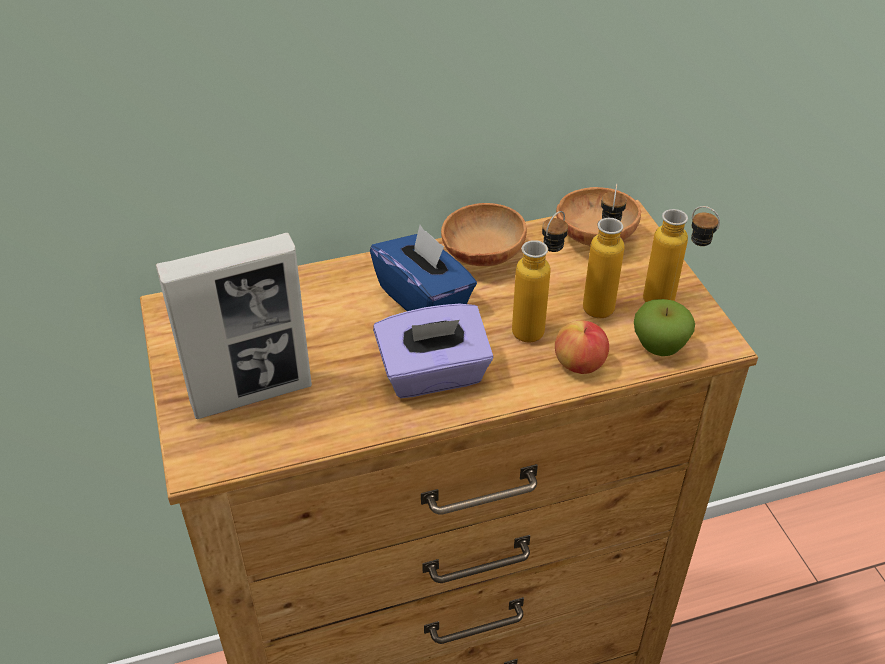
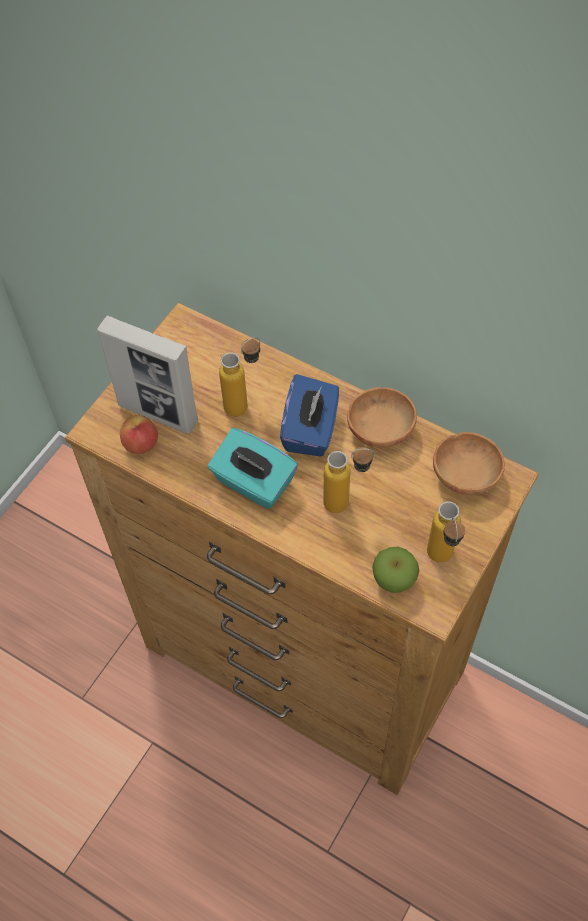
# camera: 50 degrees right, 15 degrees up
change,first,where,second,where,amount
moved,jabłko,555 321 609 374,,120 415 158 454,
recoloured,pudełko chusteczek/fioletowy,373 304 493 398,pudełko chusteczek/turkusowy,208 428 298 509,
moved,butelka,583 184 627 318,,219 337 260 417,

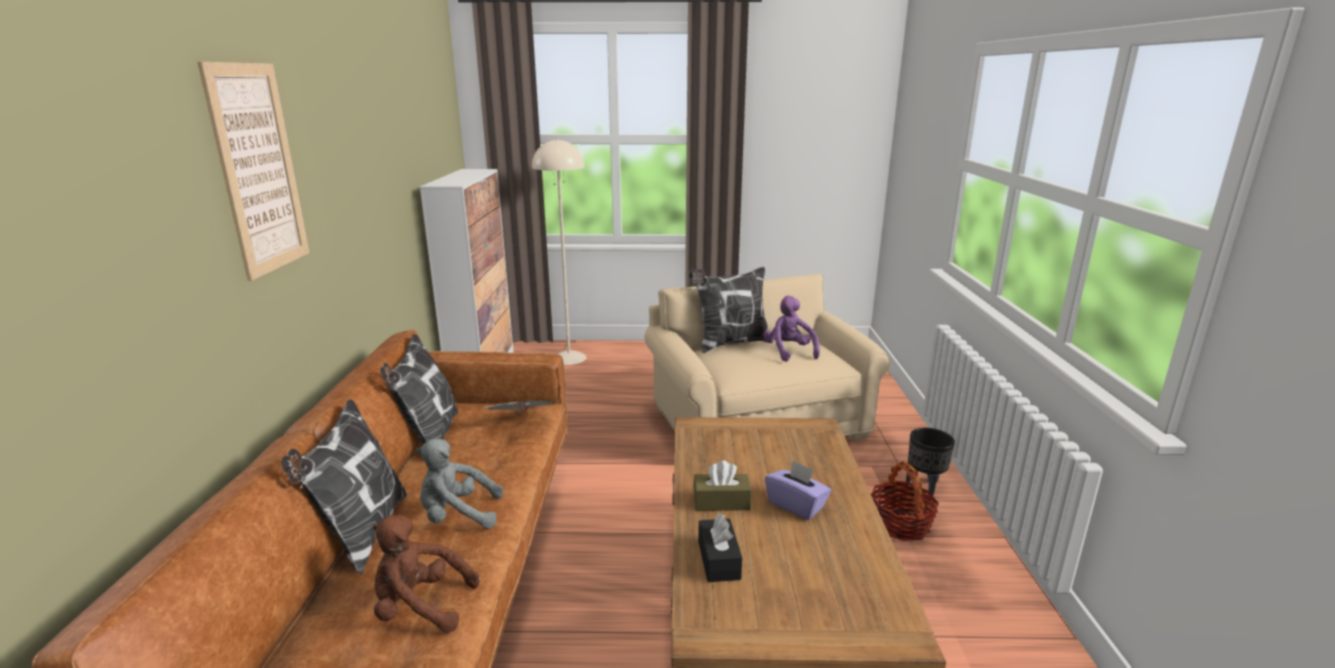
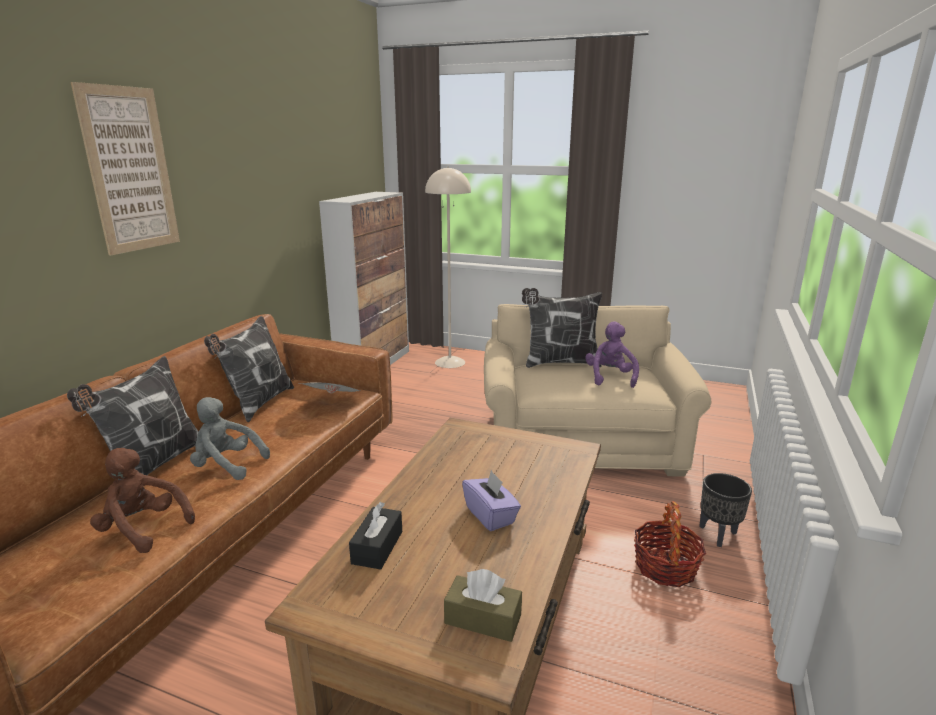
# camera: 20 degrees right, 0 degrees up
change,first,where,second,where,amount
moved,pudełko chusteczek/brązowy,694 461 752 511,,444 569 522 642,

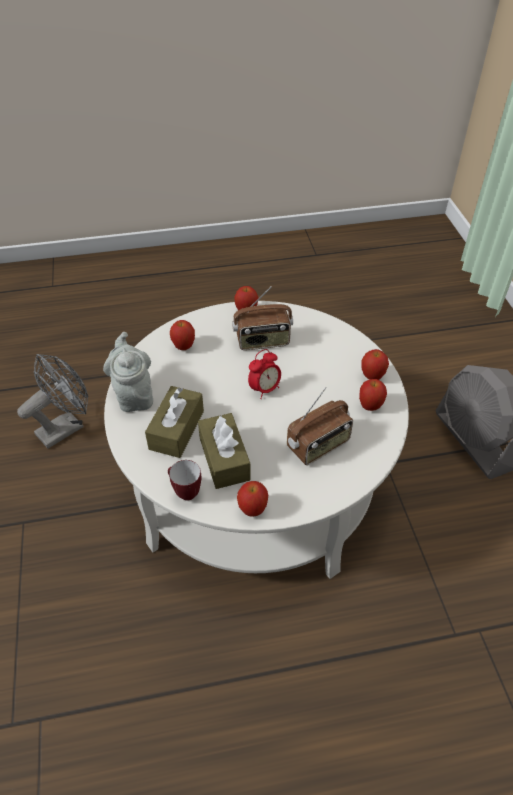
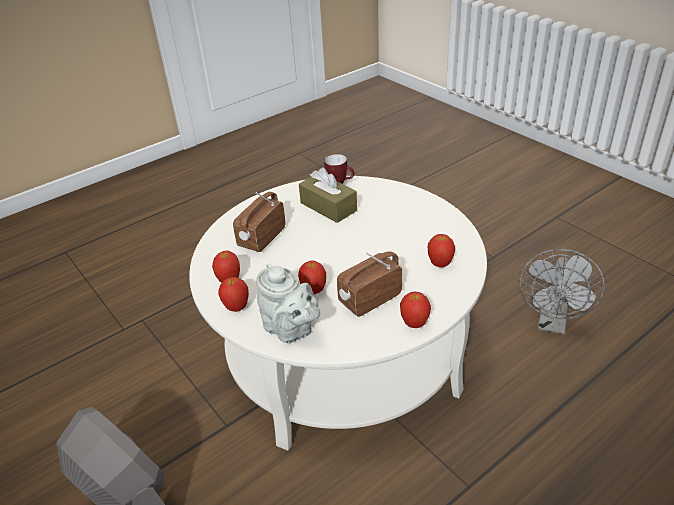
# camera: 155 degrees right, 10 degrees down
change,first,where,second,where,amount
moved,imbryk/szary,103 332 153 412,,256 263 320 343,
moved,jabłko,237 481 268 517,,298 261 326 294,
removed,pudełko chusteczek/brązowy,145 386 204 458,,,
removed,budzik,248 349 281 399,,,

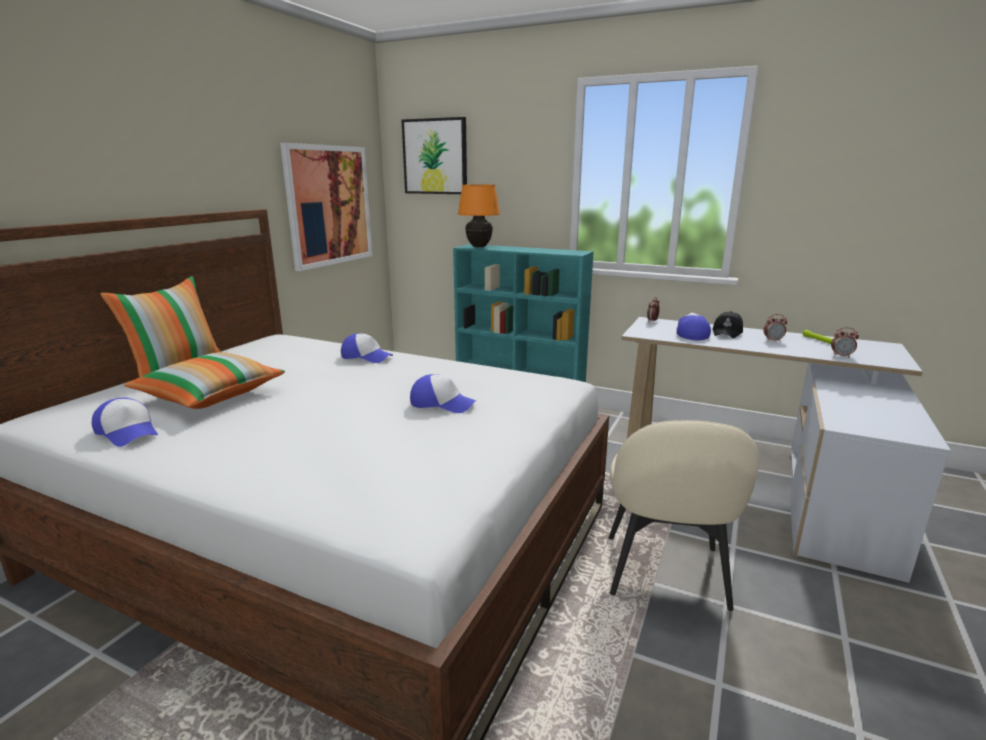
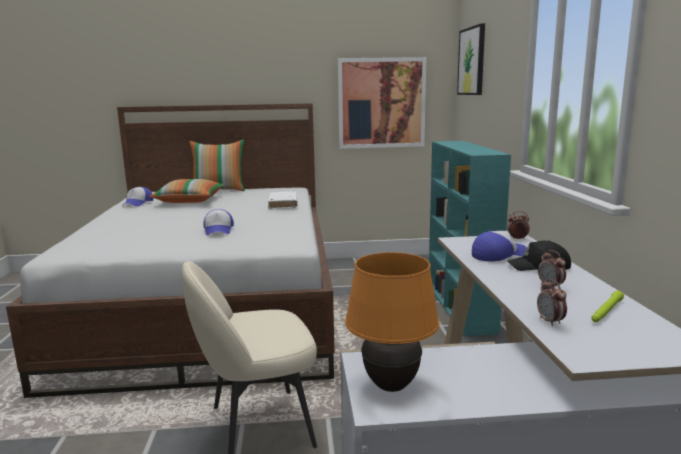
# camera: 60 degrees right, 5 degrees down
change,first,where,second,where,amount
replaced,czapka z daszkiem,341 333 393 363,książka/biały,268 191 297 209,
moved,lampa stołowa/pomarańczowy,458 184 500 247,,345 252 439 392,

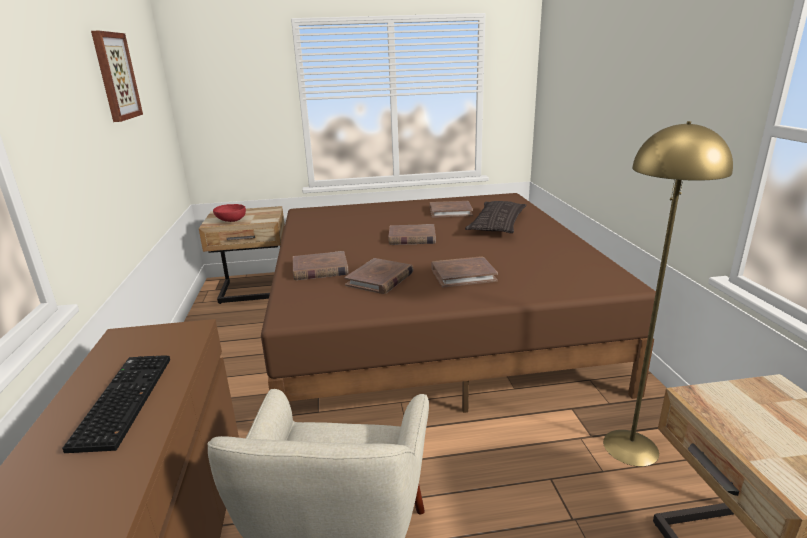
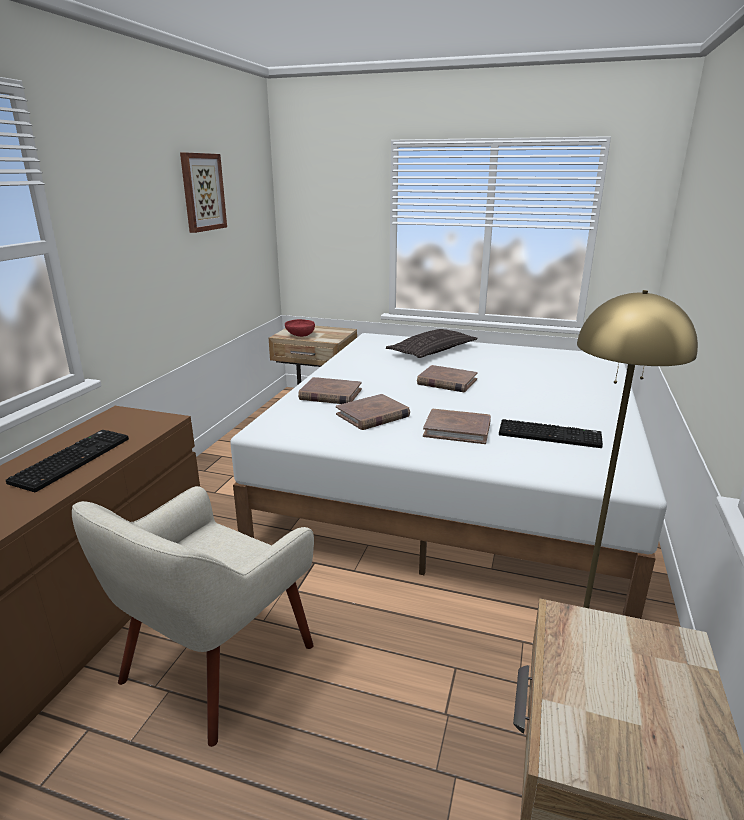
# camera: 25 degrees right, 0 degrees up
change,first,where,second,where,amount
recoloured,łóżko/brązowy,261 193 656 413,łóżko/biały,230 333 667 619,
moved,poduszka,465 201 526 233,,386 329 478 358,
added,,,klawiatura,499 419 603 448,
removed,książka/brązowy,430 201 473 218,,,

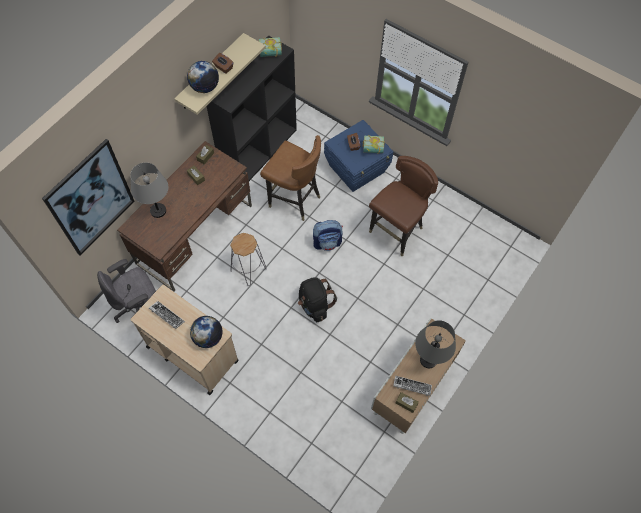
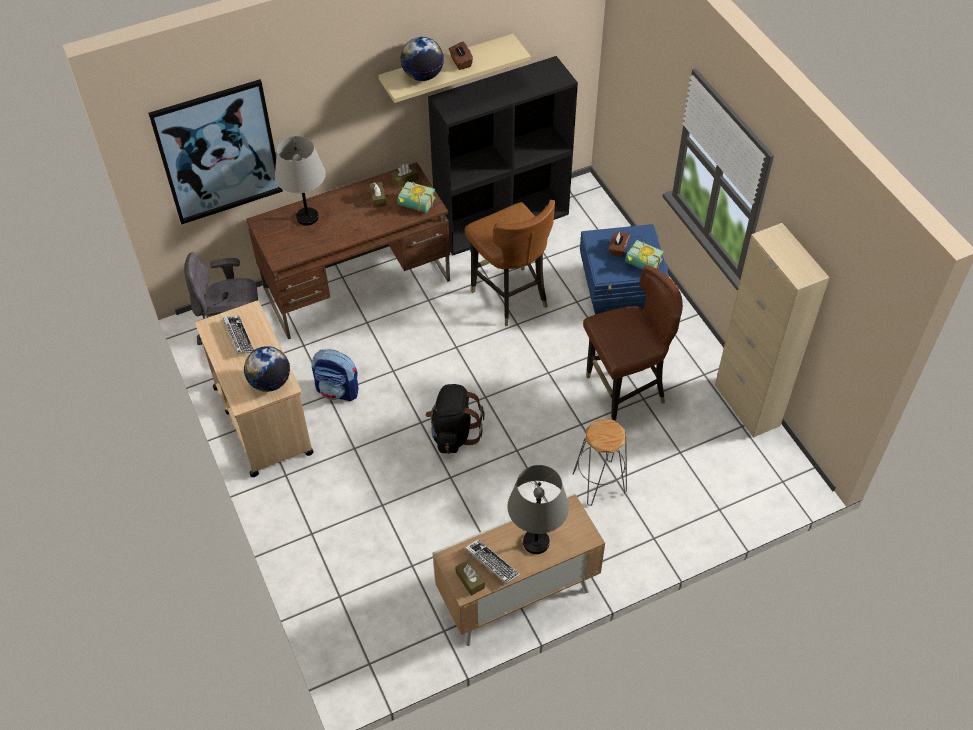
# camera: 30 degrees right, 10 degrees down
change,first,where,second,where,amount
moved,plecak,313 220 343 251,,312 349 359 401,
moved,książka,259 37 282 57,,398 181 435 213,
moved,stołek/szary,230 233 266 286,,573 419 627 506,
added,,,szafka/beżowy,715 223 829 438,

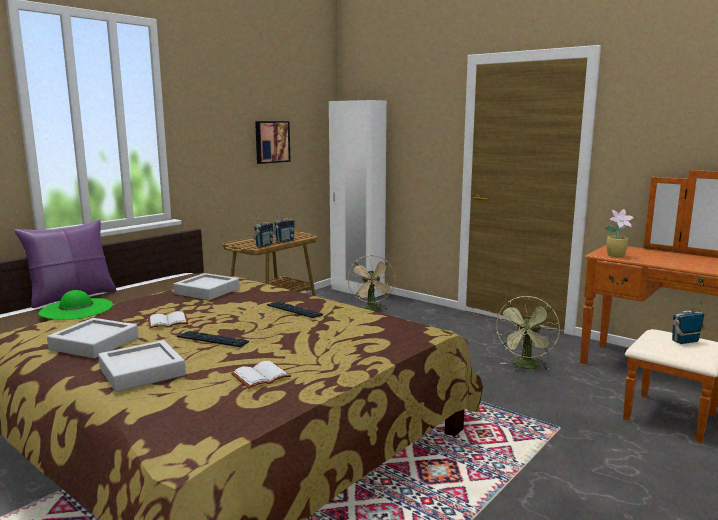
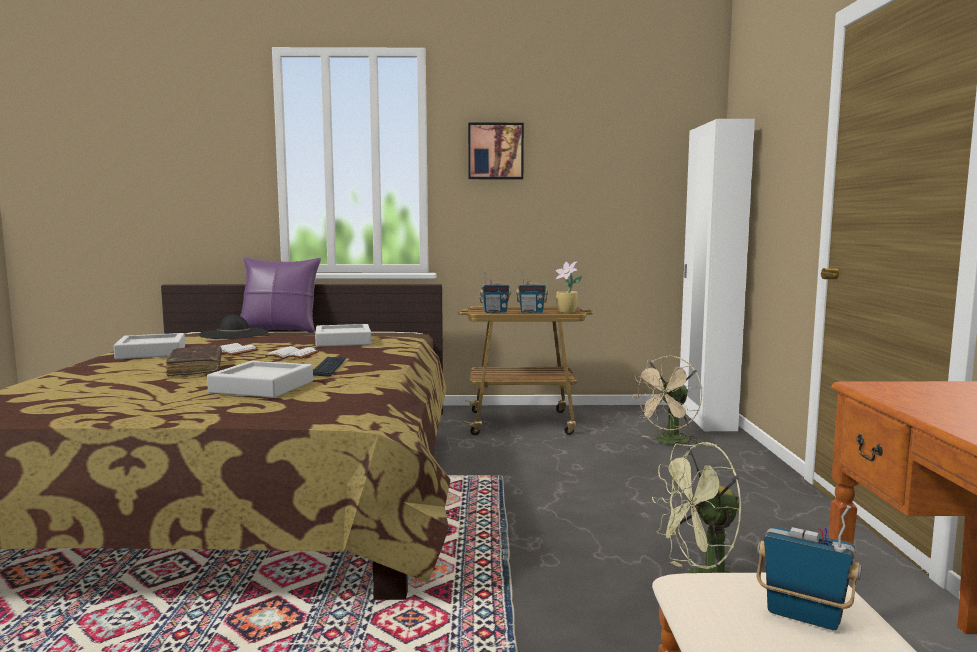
# camera: 50 degrees right, 5 degrees down
change,first,where,second,where,amount
replaced,klawiatura,177 331 249 347,książka/brązowy,166 345 222 376,
recoloured,kapelusz/zielony,38 290 113 320,kapelusz/czarny,199 315 269 339,
moved,taca/szary,98 340 186 392,,207 361 313 398,
moved,książka/biały,231 361 291 388,,265 346 319 359,
moved,obraz,255 121 291 164,,468 123 524 179,
moved,roślina doniczkowa,605 209 634 257,,556 262 582 313,

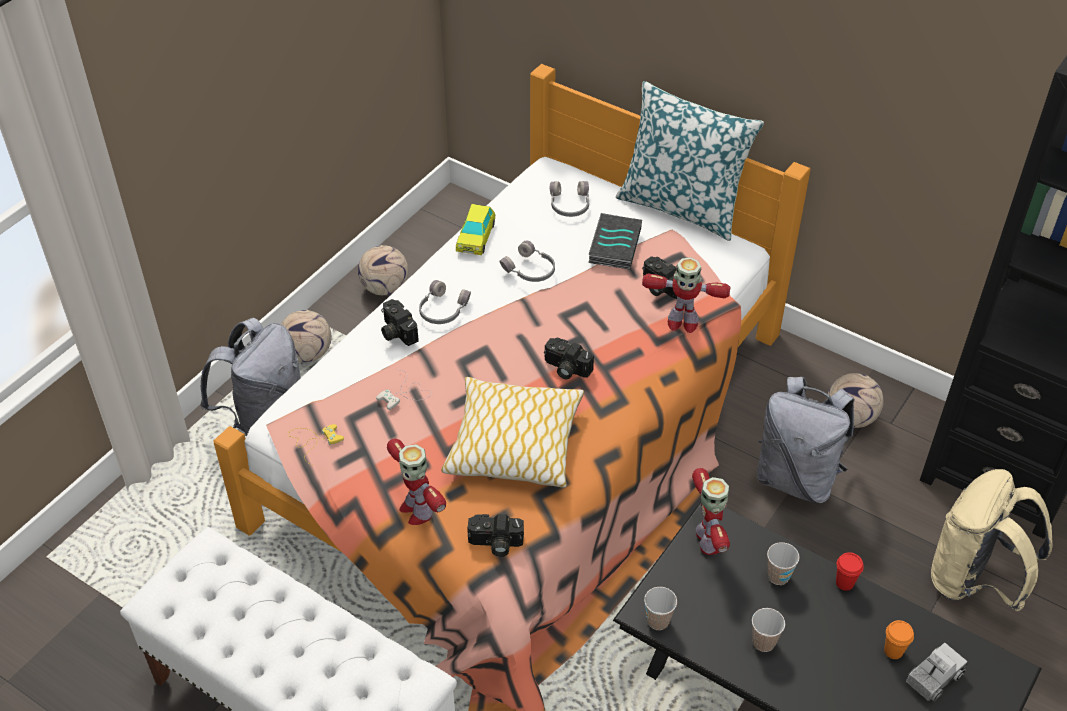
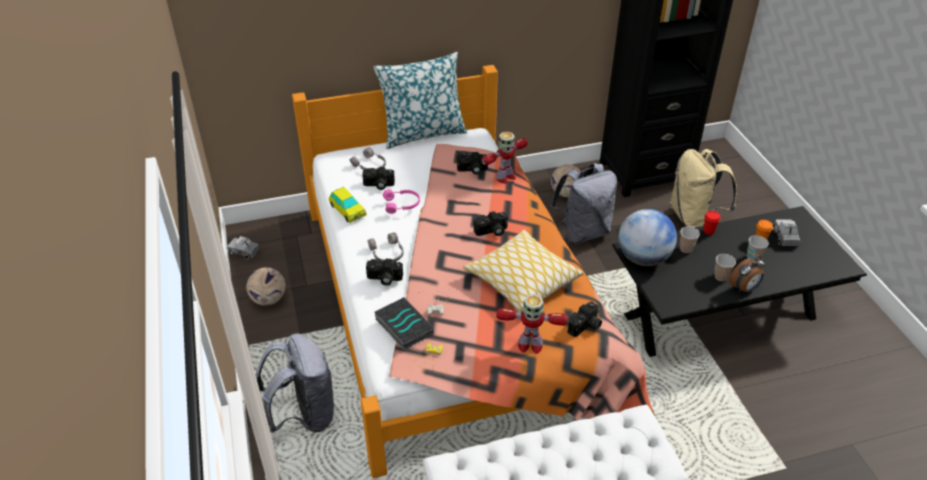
# camera: 50 degrees left, 5 degrees down
change,first,where,second,where,amount
added,,,ciężarówka zabawkowa,227 236 260 260,
added,,,aparat fotograficzny,362 167 395 190,
moved,książka,588 213 642 270,,374 297 434 350,
recoloured,słuchawki/szary,499 240 555 282,słuchawki/różowy,383 189 420 213,
replaced,robot zabawkowy,692 468 730 555,globus,618 209 677 266,
added,,,budzik,729 255 765 293,
moved,filiżanka,644 587 677 630,,747 235 769 260,
removed,piłka futbolowa,281 310 331 362,,,

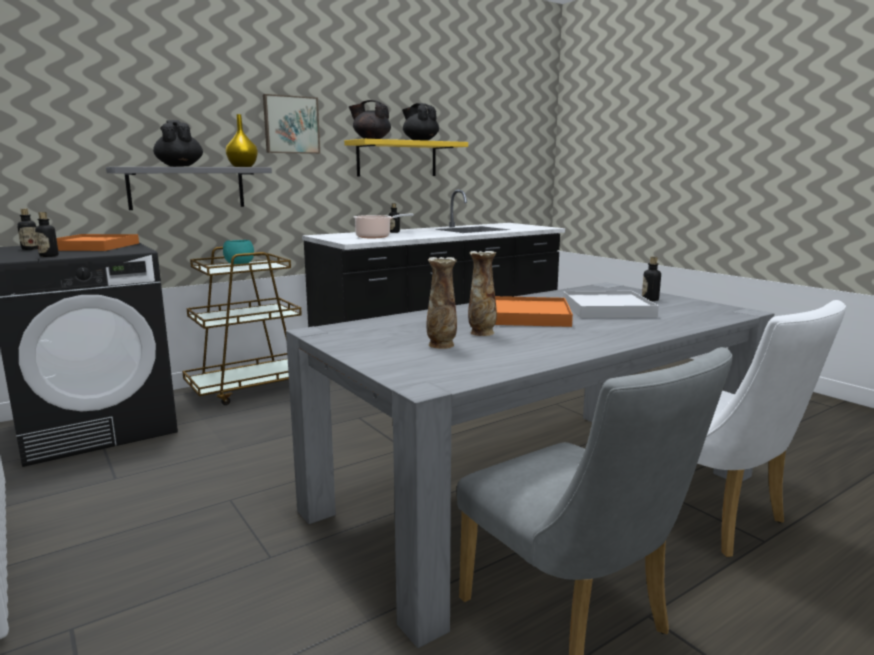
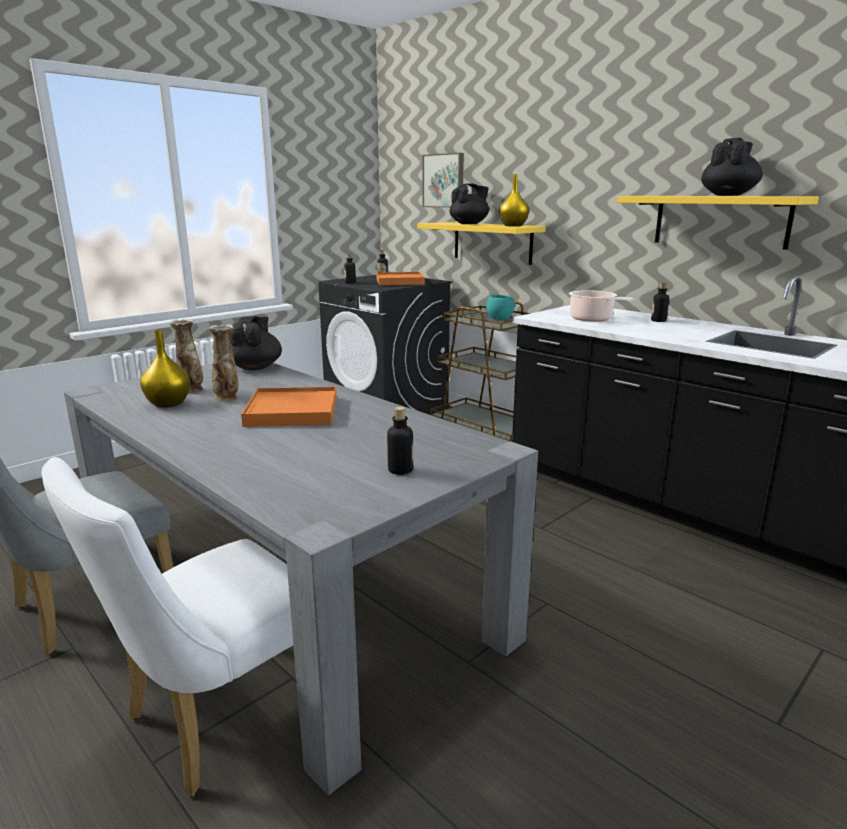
# camera: 80 degrees right, 5 degrees up
change,first,where,second,where,amount
added,,,wazon/żółty,140 330 190 408,
moved,imbryk/czarny,349 100 391 139,,230 316 282 370,
recoloured,półka/szary,106 167 272 210,półka/żółty,417 222 546 265,
moved,obraz,263 94 320 154,,422 153 464 208,
removed,taca/biały,563 291 659 318,,,

